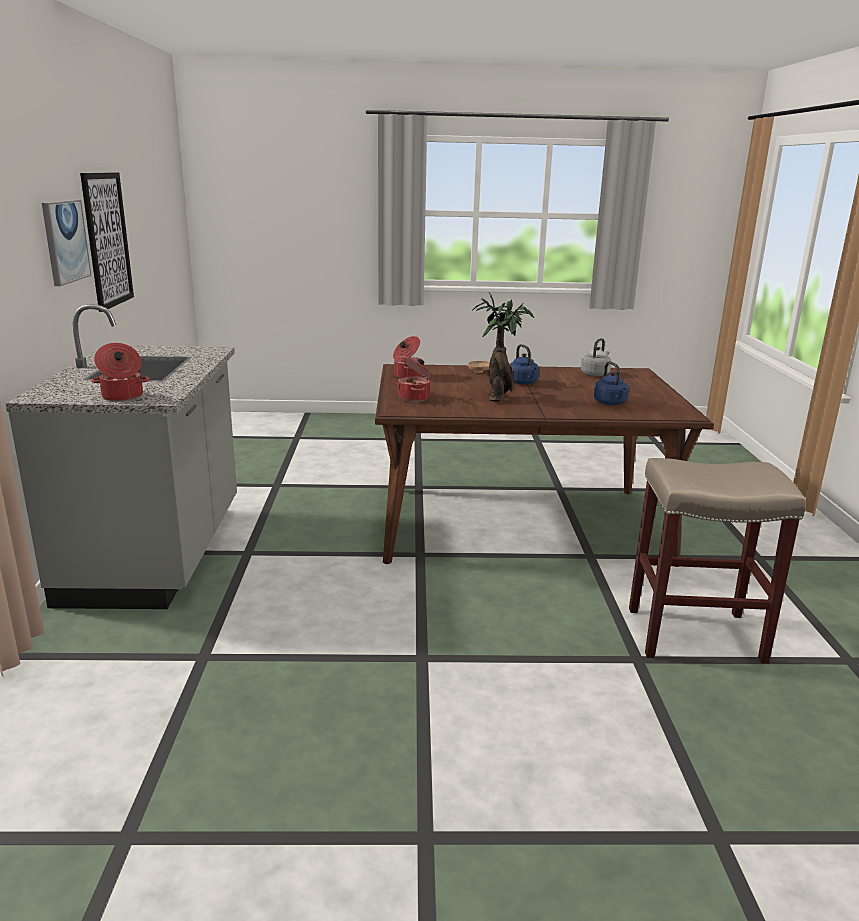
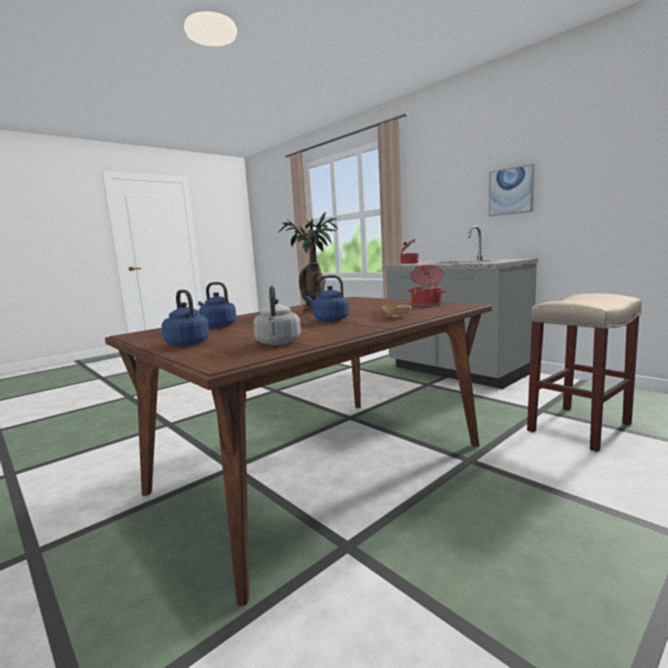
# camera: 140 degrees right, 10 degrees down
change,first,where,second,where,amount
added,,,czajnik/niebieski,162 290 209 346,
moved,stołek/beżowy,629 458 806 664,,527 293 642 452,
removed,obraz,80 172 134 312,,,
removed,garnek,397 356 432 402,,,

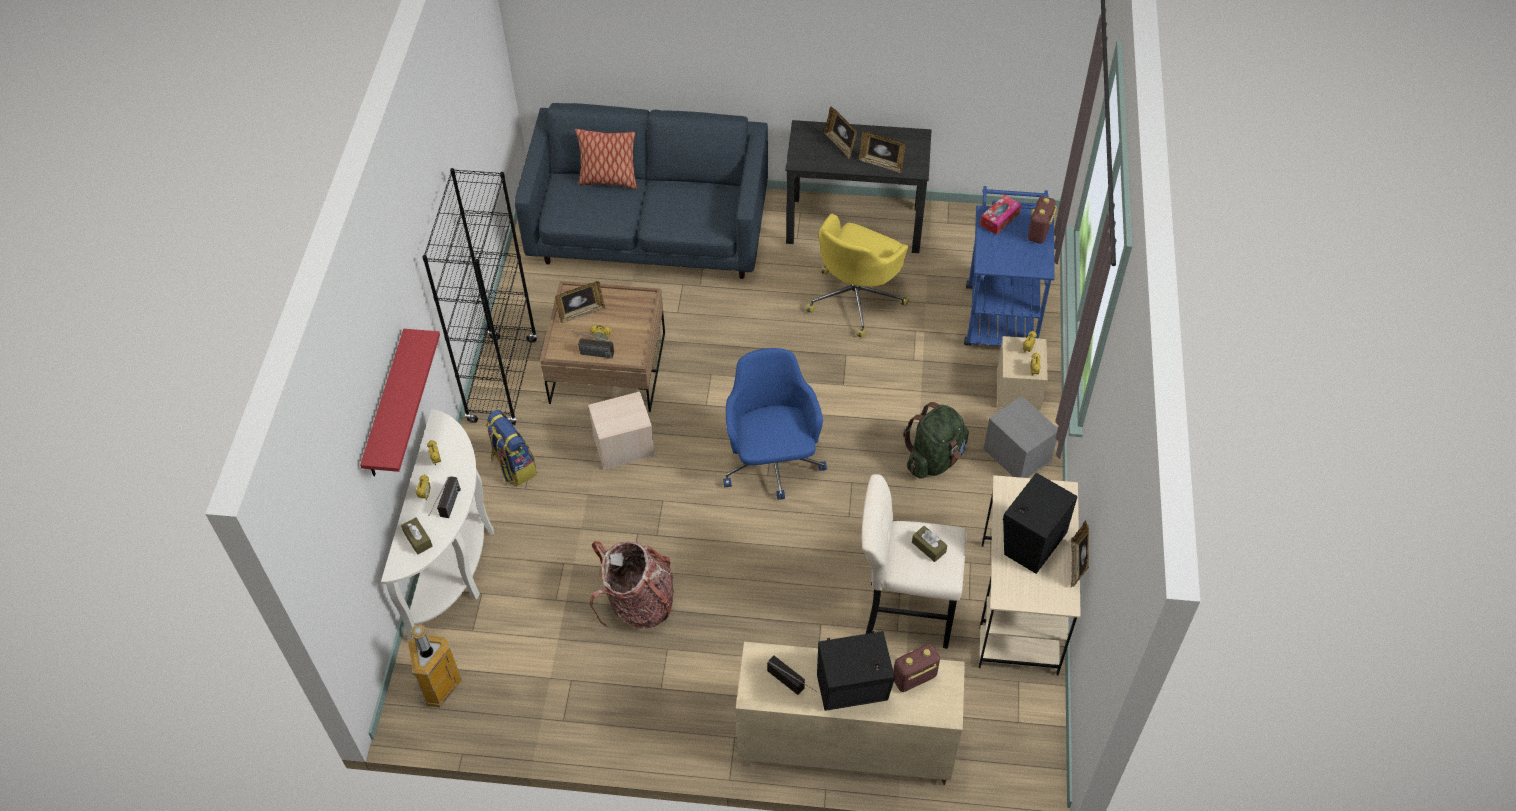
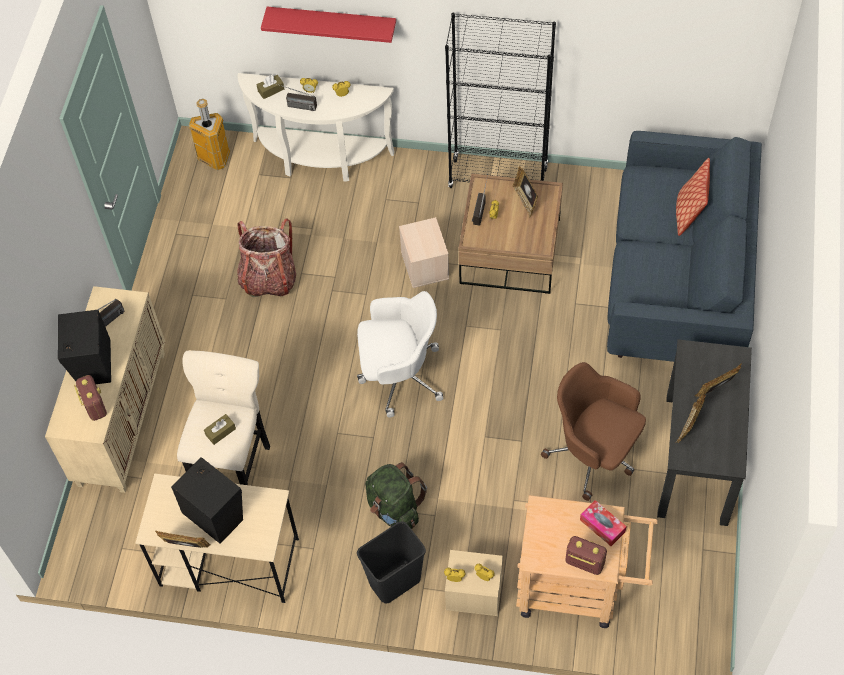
# camera: 95 degrees right, 5 degrees up
change,first,where,second,where,amount
recoloured,krzesło biurowe/niebieski,723 348 827 500,krzesło biurowe/biały,357 291 443 418,
replaced,pojemnik do przechowywania/szary,983 396 1058 478,kosz na śmieci/czarny,357 521 426 604,
recoloured,wózek/niebieski,964 186 1055 346,wózek/beżowy,516 495 658 628,
recoloured,krzesło biurowe/żółty,806 214 909 338,krzesło biurowe/brązowy,541 362 646 501,
removed,plecak,486 410 537 486,,,

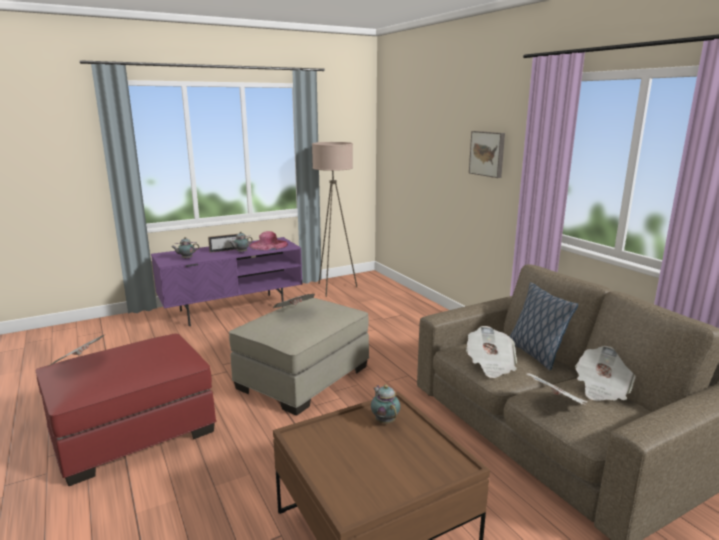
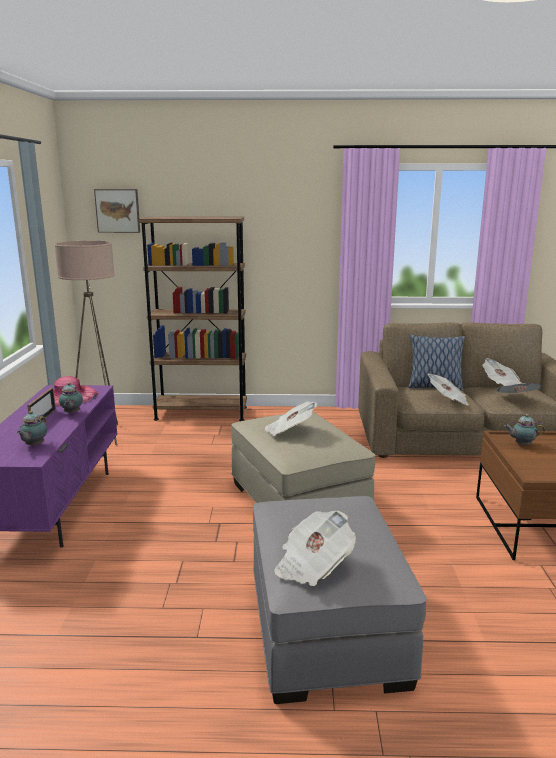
# camera: 60 degrees left, 0 degrees up
change,first,where,second,where,amount
moved,obraz,469 131 505 178,,94 189 140 233,
added,,,regał/brązowy,139 216 247 421,
recoloured,pufa/czerwony,36 334 217 486,pufa/szary,253 496 427 704,

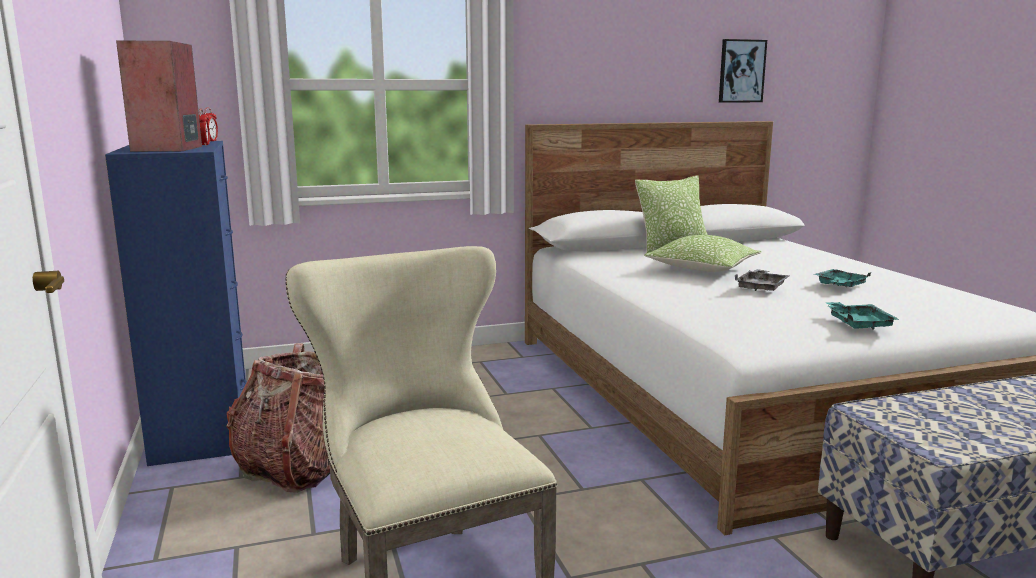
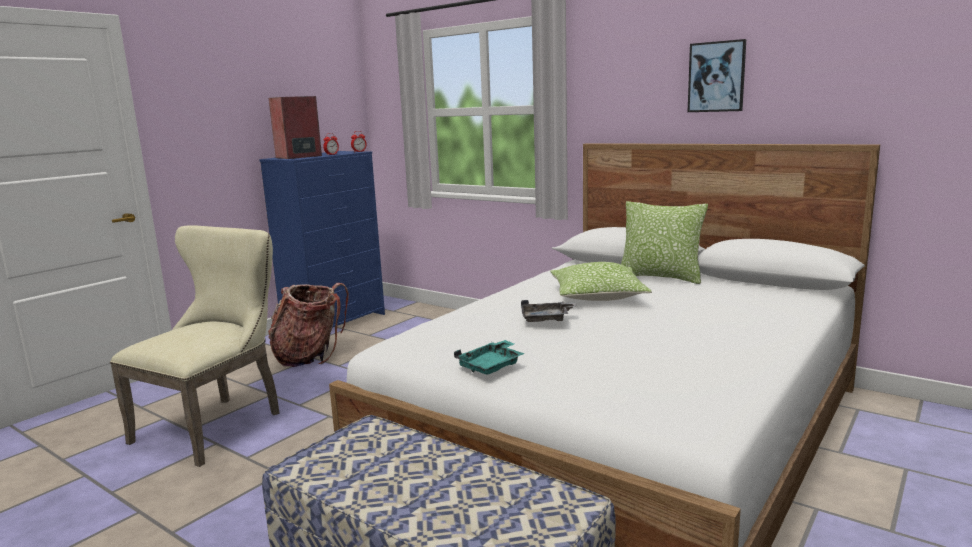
# camera: 55 degrees right, 0 degrees up
change,first,where,second,where,amount
moved,obraz,719 39 767 103,,688 39 746 112,
removed,taca/turkusowy,814 269 871 287,,,

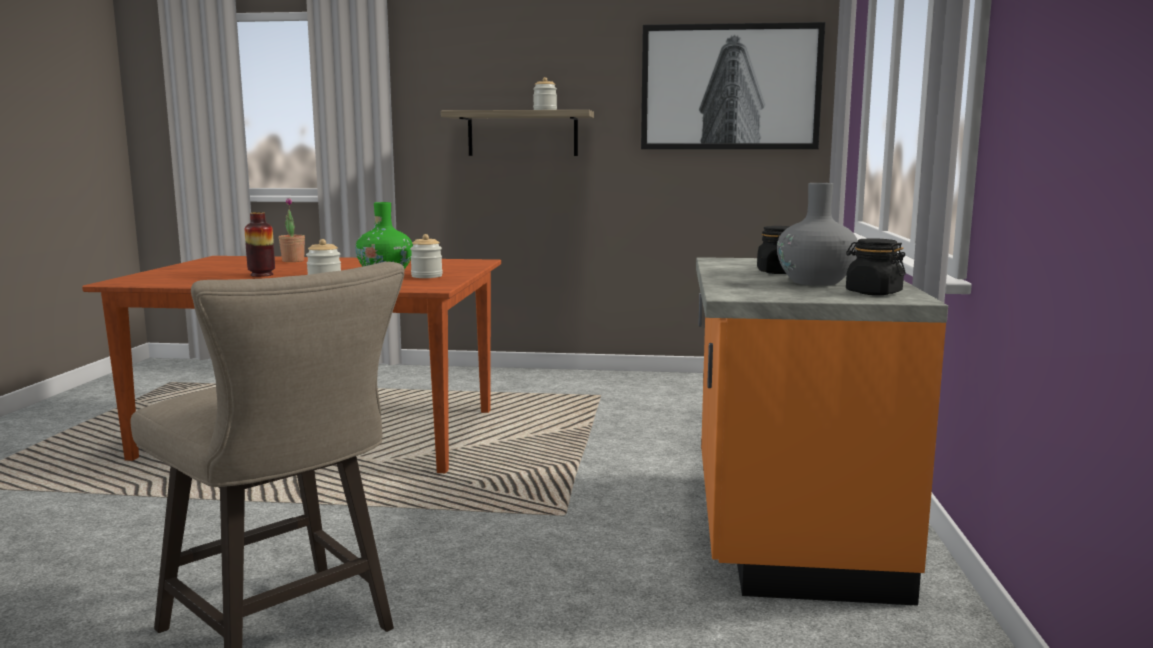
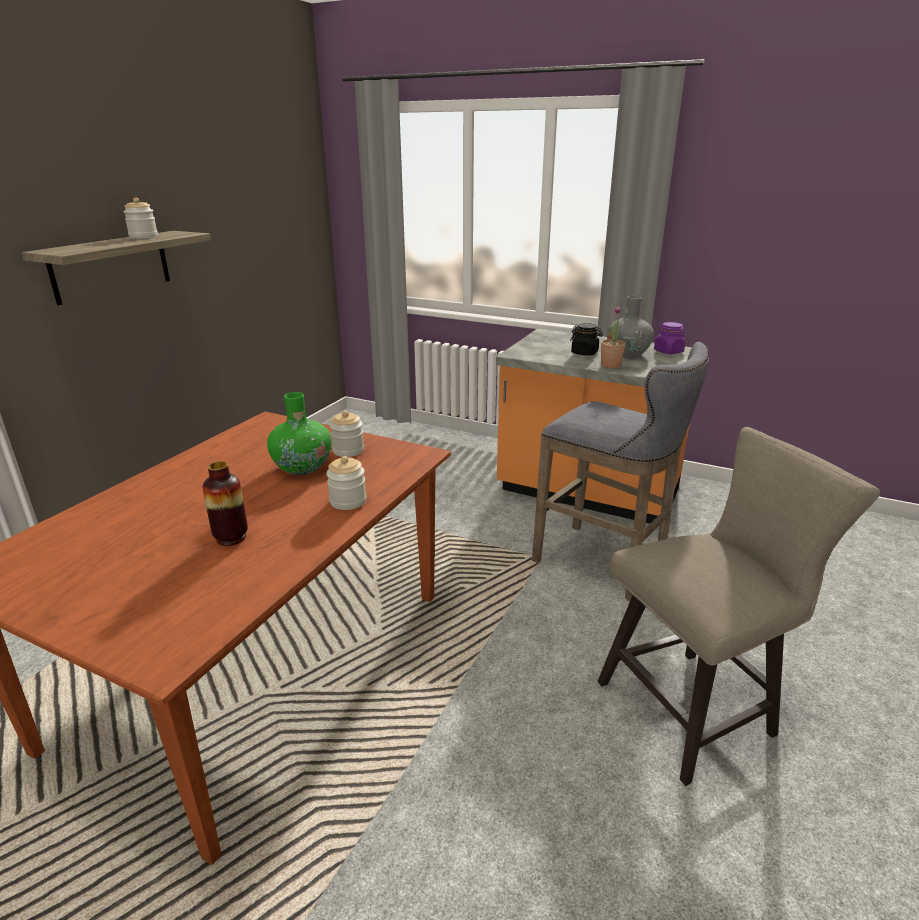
# camera: 70 degrees left, 15 degrees up
change,first,where,second,where,amount
added,,,stołek/szary,532 342 709 601,
moved,roślina doniczkowa,279 198 305 262,,601 306 625 368,
recoloured,słoik/czarny,846 238 906 295,słoik/fioletowy,654 322 685 354,
removed,obraz,641 22 826 149,,,

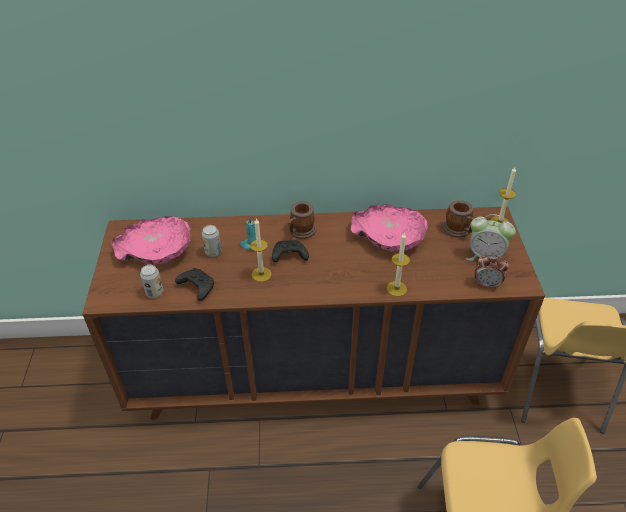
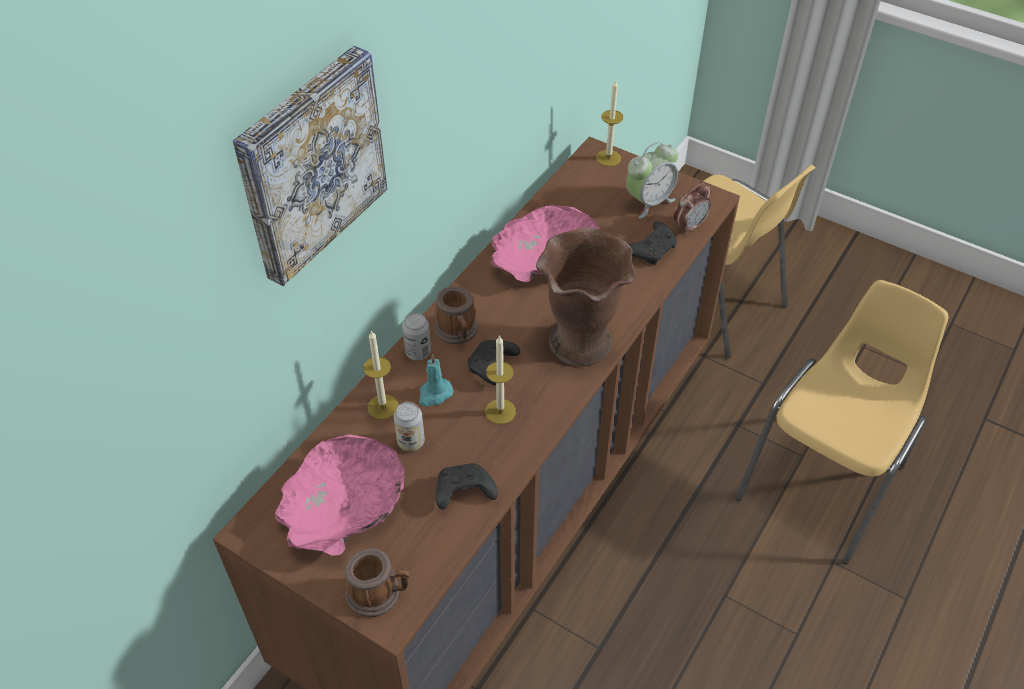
# camera: 55 degrees left, 5 degrees up
change,first,where,second,where,amount
added,,,obraz,233 46 387 286,
moved,kubek,443 200 474 238,,345 548 410 617,
moved,świeca,387 233 410 297,,363 330 398 419,
moved,puszka,140 265 163 298,,402 313 431 360,
added,,,wazon/brązowy,536 228 635 366,
added,,,pad do gier/czarny,629 221 677 265,

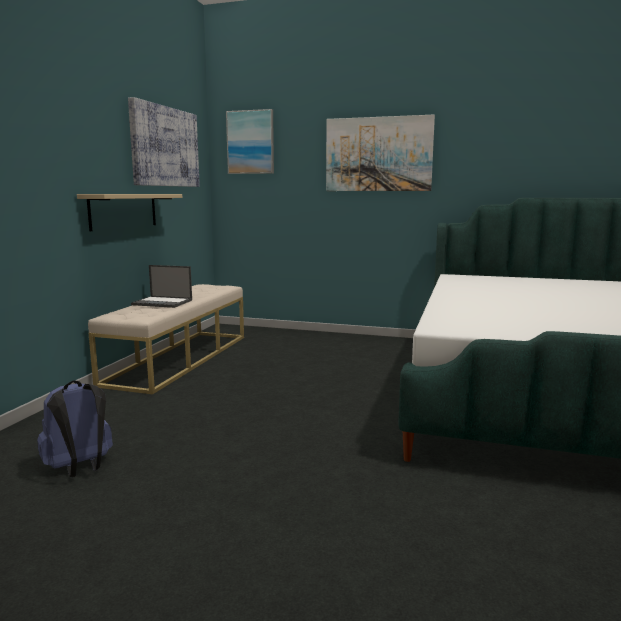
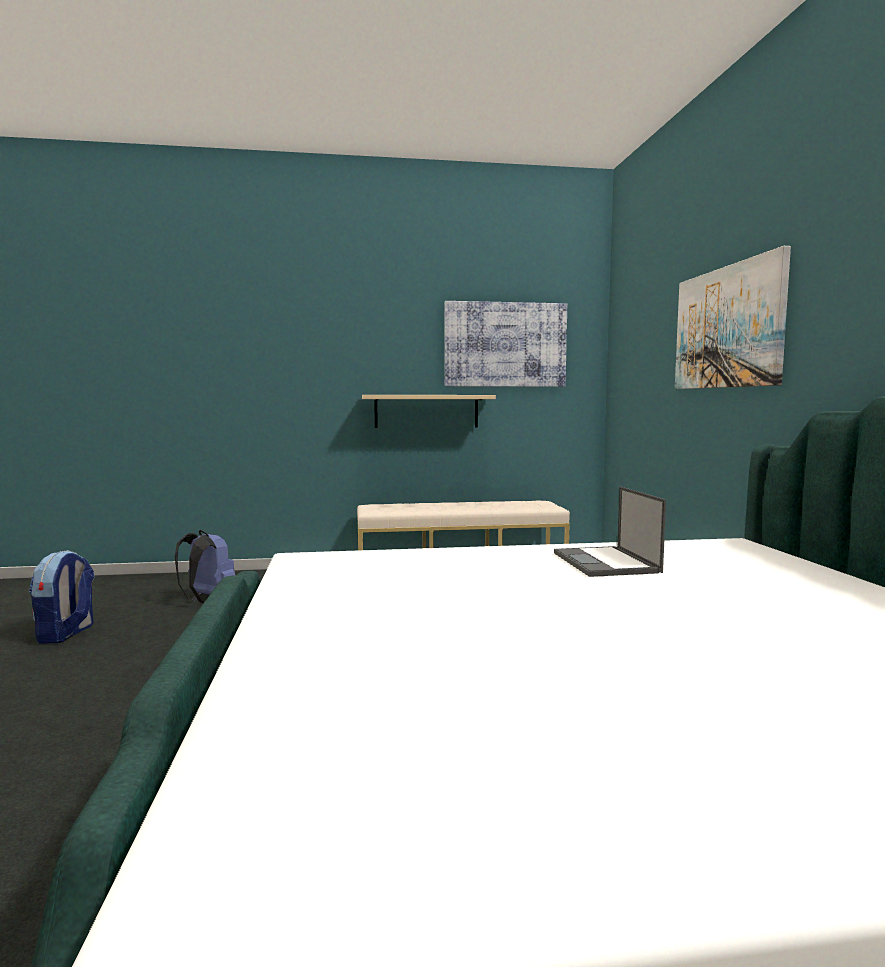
# camera: 65 degrees right, 5 degrees down
change,first,where,second,where,amount
added,,,plecak,29 550 94 644,
moved,laptop,131 265 192 308,,554 486 666 577,
removed,obraz,226 109 274 174,,,

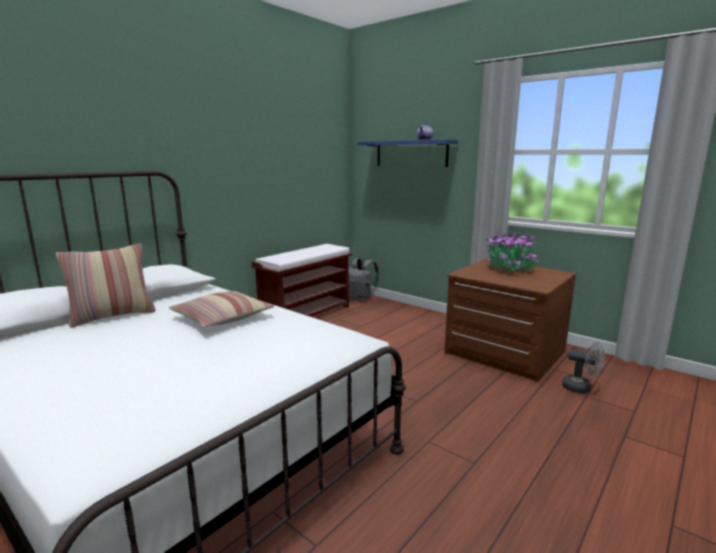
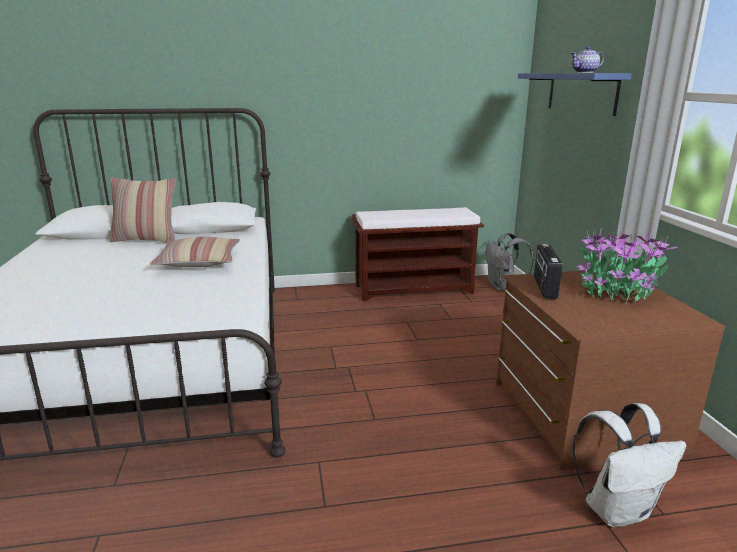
# camera: 40 degrees right, 5 degrees up
change,first,where,second,where,amount
added,,,radio,534 244 562 299,
replaced,wentylator/szary,562 342 605 393,plecak/biały,573 403 686 527,

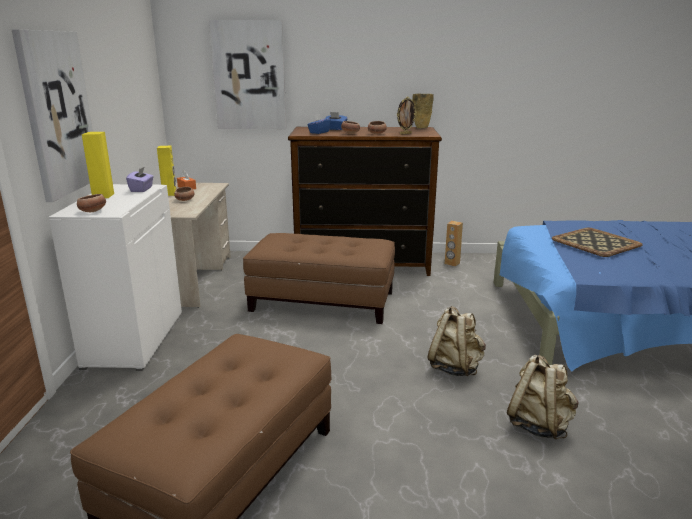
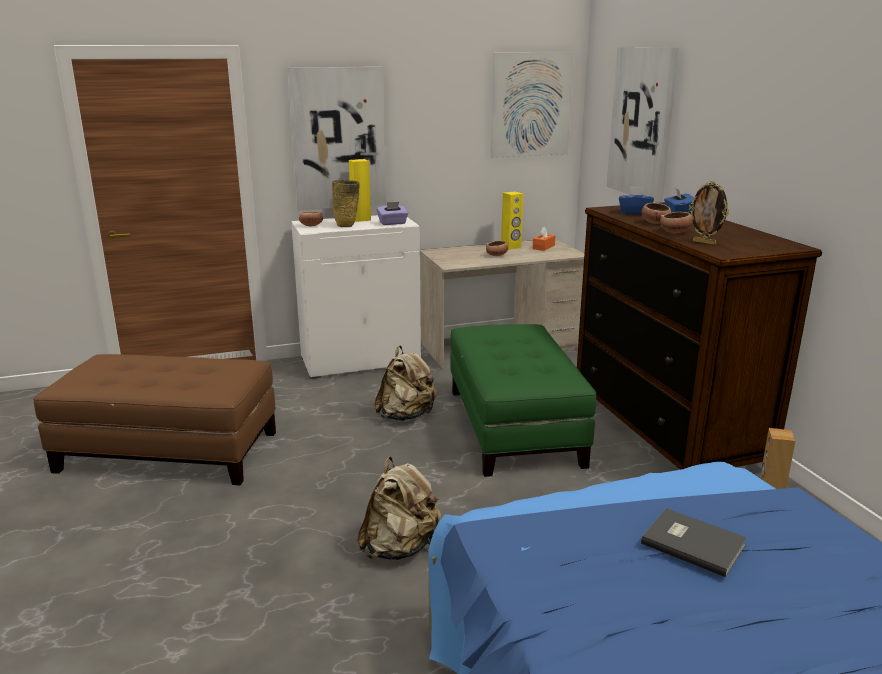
# camera: 70 degrees right, 0 degrees up
change,first,where,second,where,amount
moved,wazon/beżowy,412 94 434 128,,332 180 360 227,
moved,plecak/beżowy,507 355 578 440,,374 346 438 421,
recoloured,pufa/brązowy,243 233 395 324,pufa/zielony,450 324 596 477,
added,,,obraz,491 53 574 158,
replaced,taca,552 228 643 257,książka/szary,641 508 747 577,

